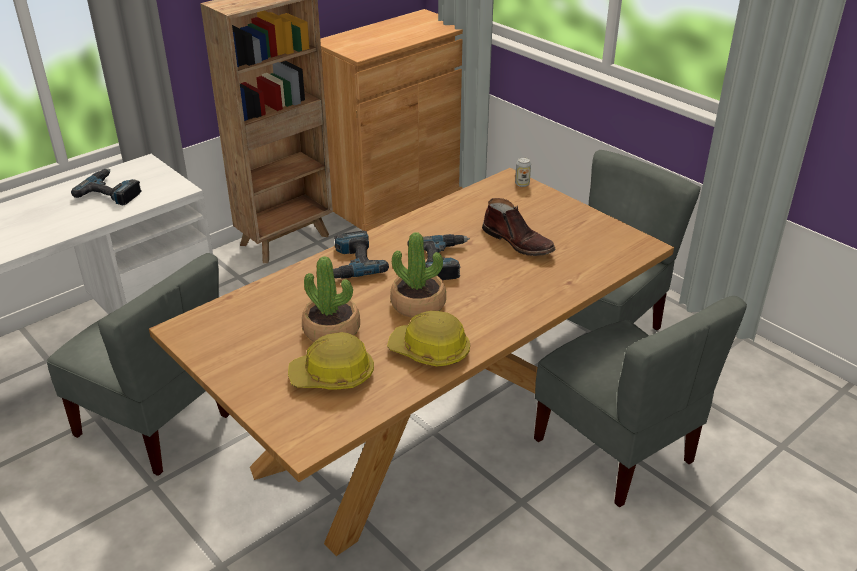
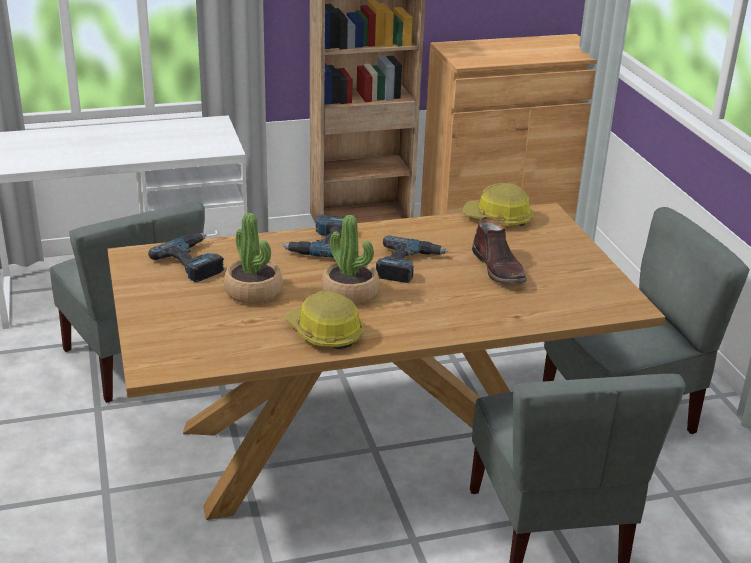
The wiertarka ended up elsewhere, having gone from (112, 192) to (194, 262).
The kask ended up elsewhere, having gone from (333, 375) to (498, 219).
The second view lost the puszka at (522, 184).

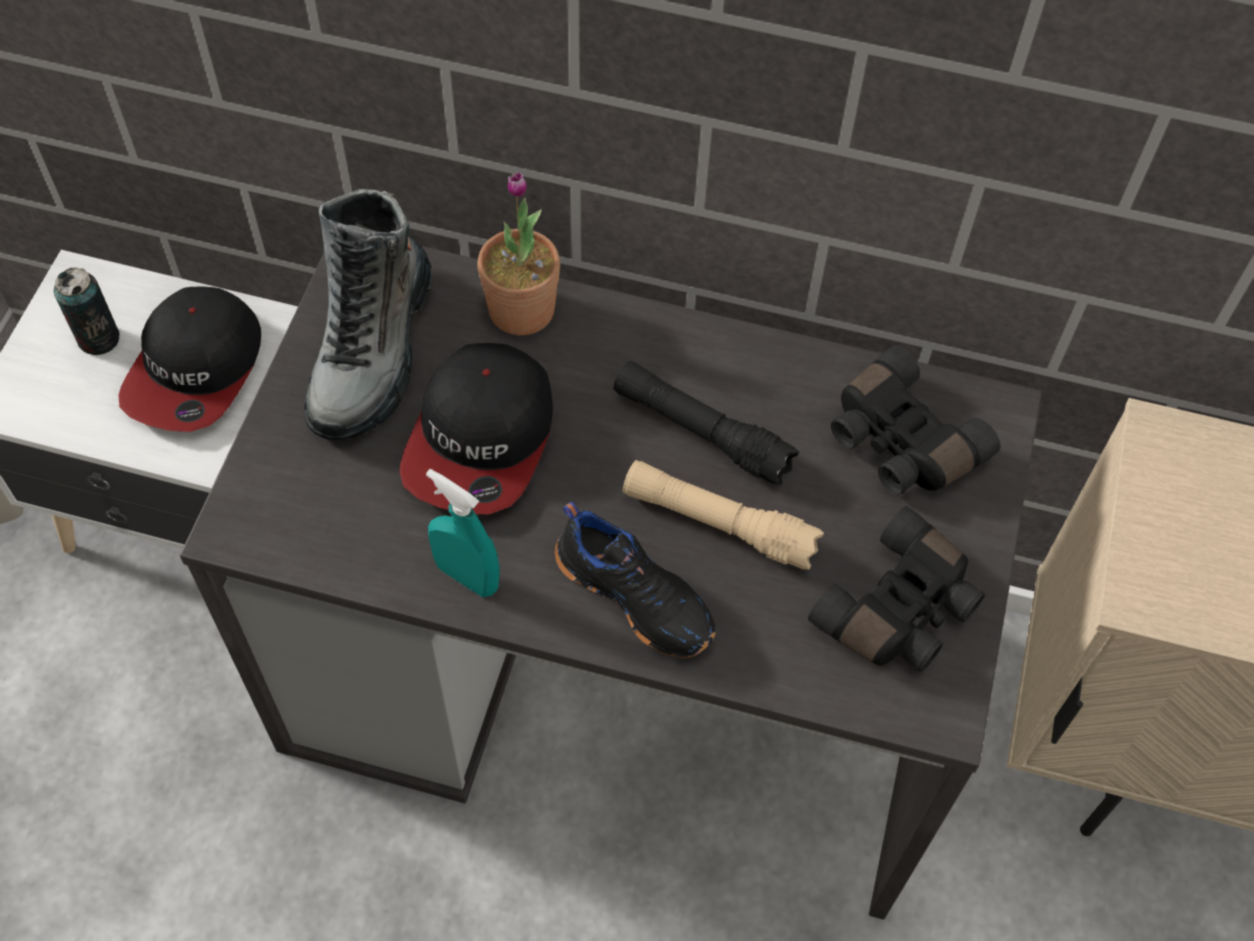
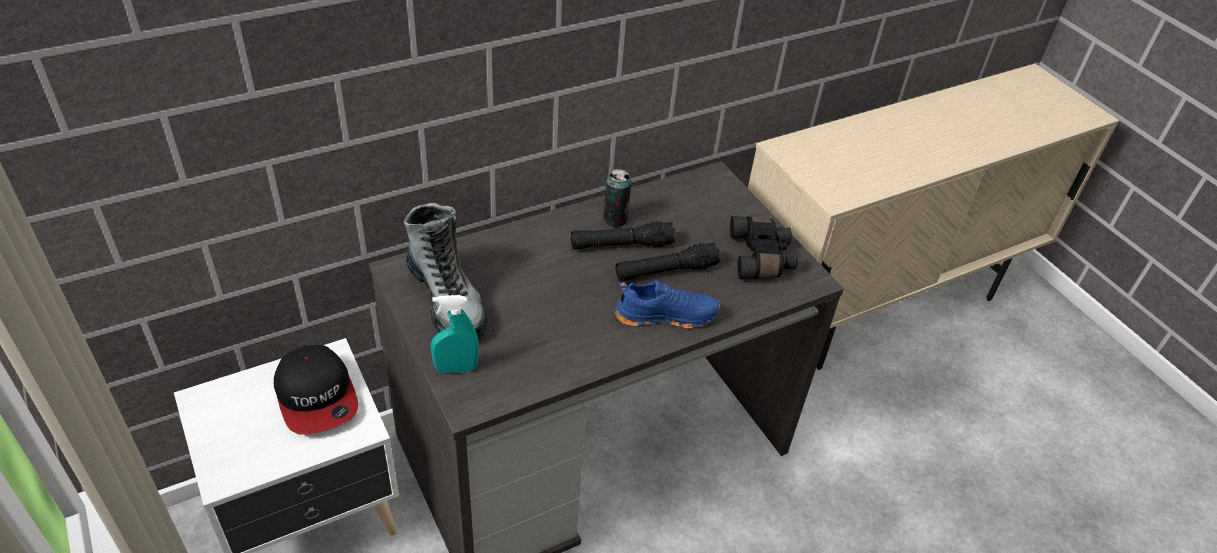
The puszka ended up elsewhere, having gone from (98, 338) to (615, 219).
The second view lost the czapka z daszkiem at (481, 439).
The spryskiwacz/turkusowy ended up elsewhere, having gone from (467, 576) to (456, 369).
The second view lost the roślina doniczkowa at (521, 310).
What was the but/czarny at (637, 594) turned into the but/niebieski at (665, 314).
What was the latarka/beżowy at (718, 524) turned into the latarka/czarny at (666, 271).
The second view lost the lornetka/czarny at (899, 442).

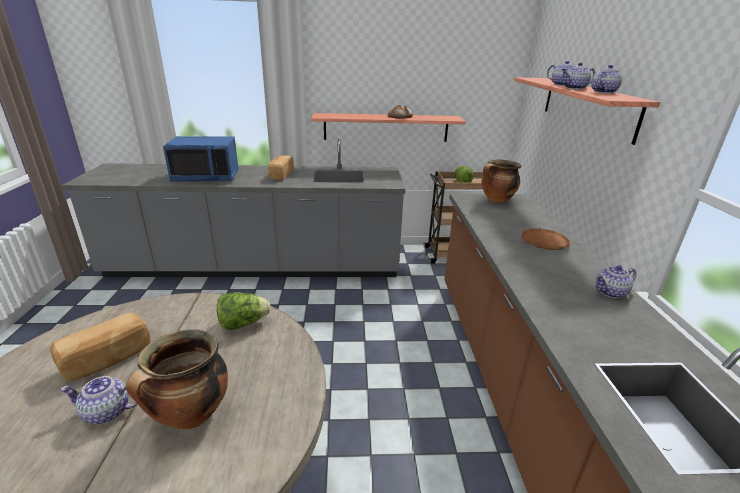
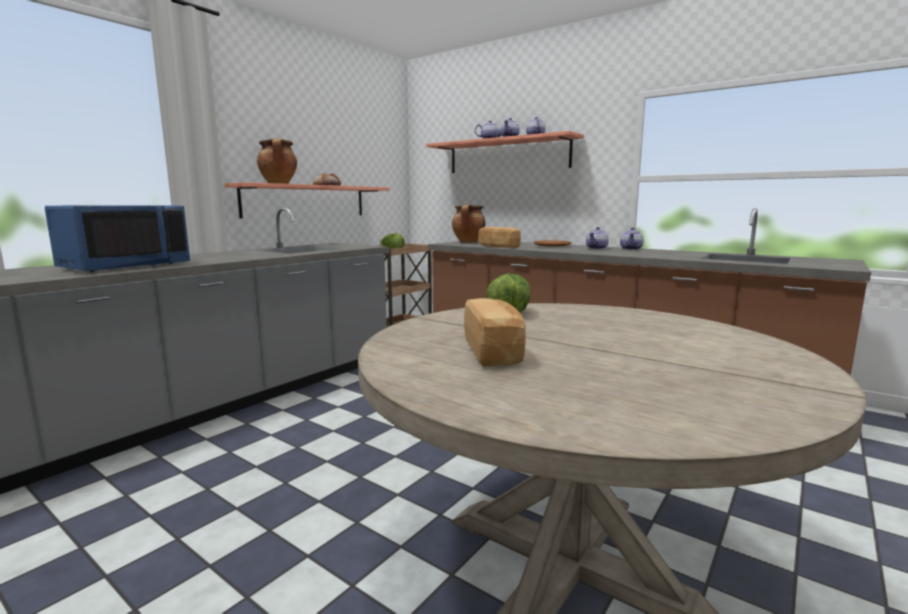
The imbryk ended up elsewhere, having gone from (107, 412) to (597, 248).
The garnek ended up elsewhere, having gone from (191, 416) to (279, 183).
The chleb ended up elsewhere, having gone from (280, 175) to (498, 247).

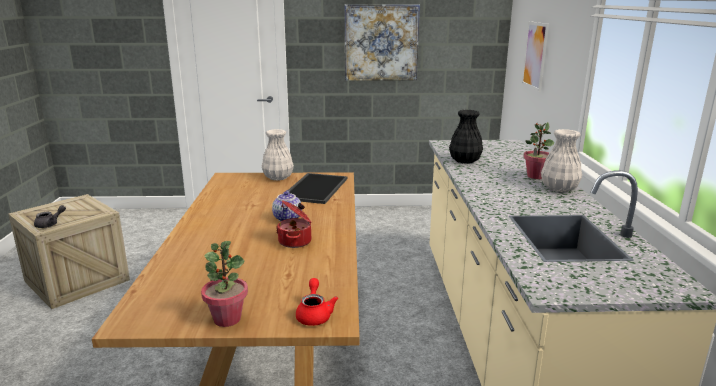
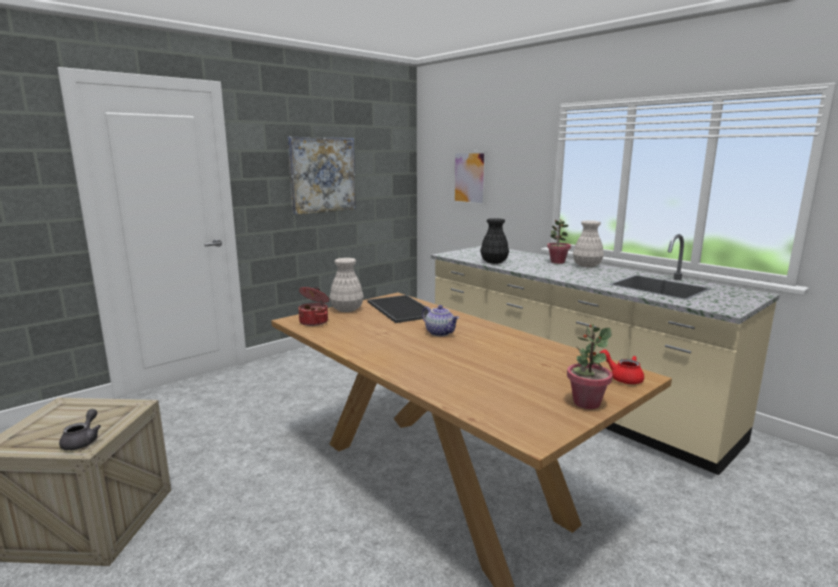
The garnek ended up elsewhere, having gone from (296, 241) to (314, 321).

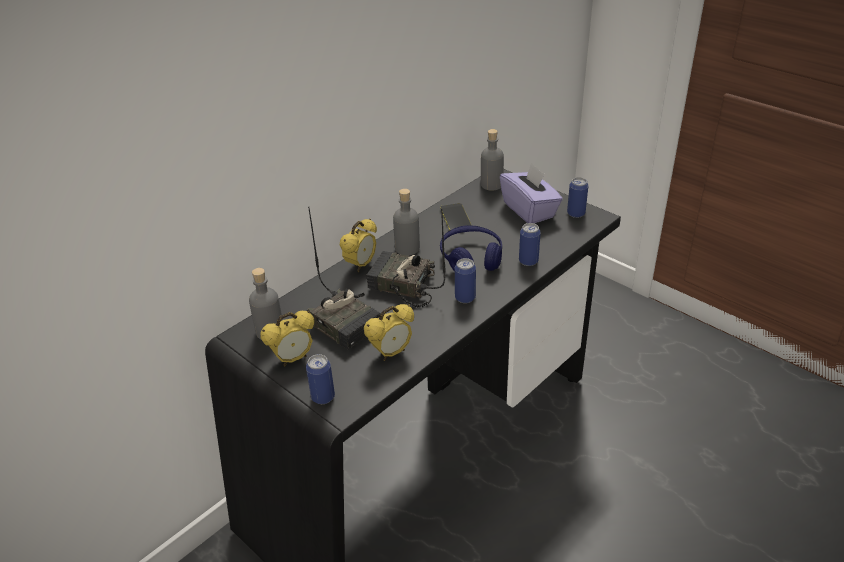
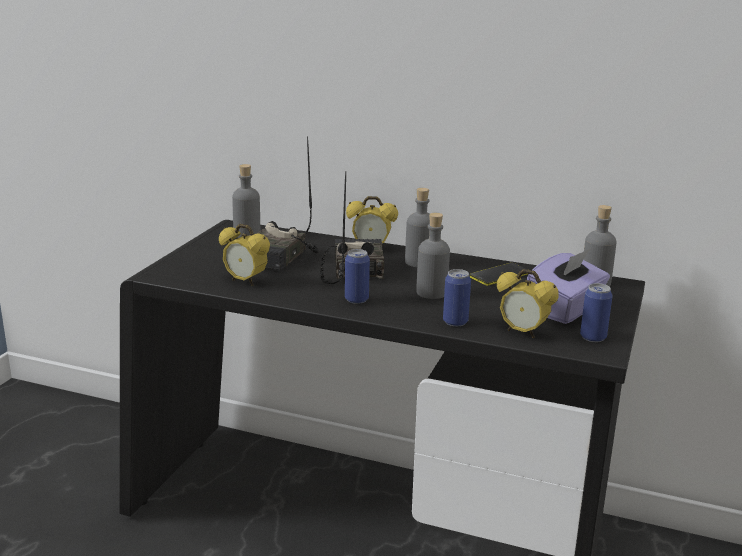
The budzik ended up elsewhere, having gone from (293, 359) to (523, 332).
The second view lost the puszka at (323, 397).
Where the słuchawki/niebieski stood at (471, 258), the butelka/szary came to stand at (431, 292).

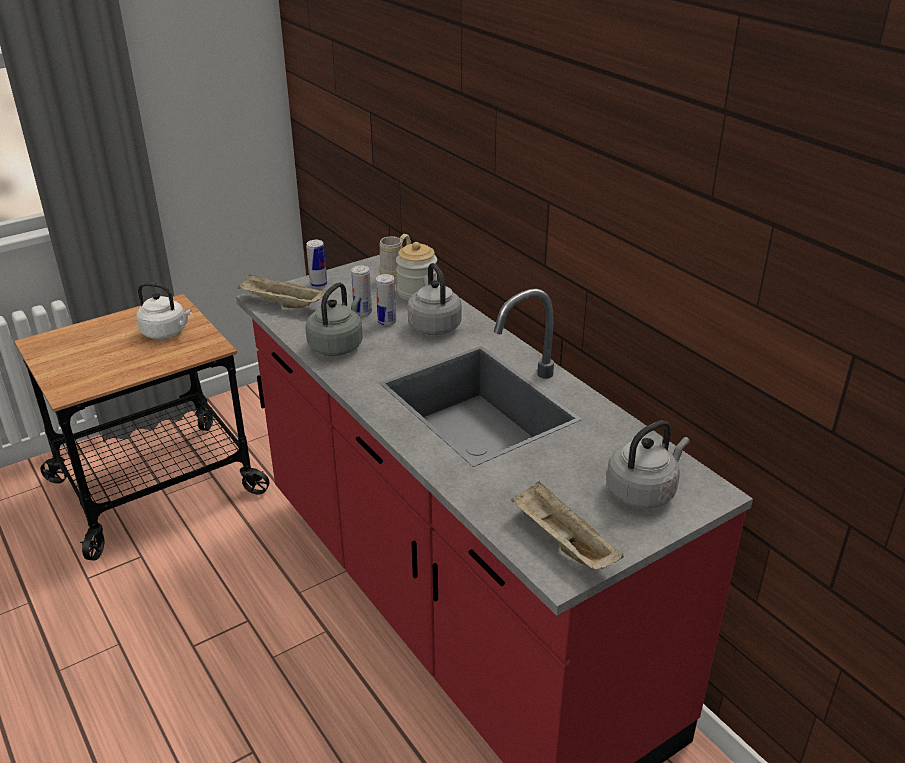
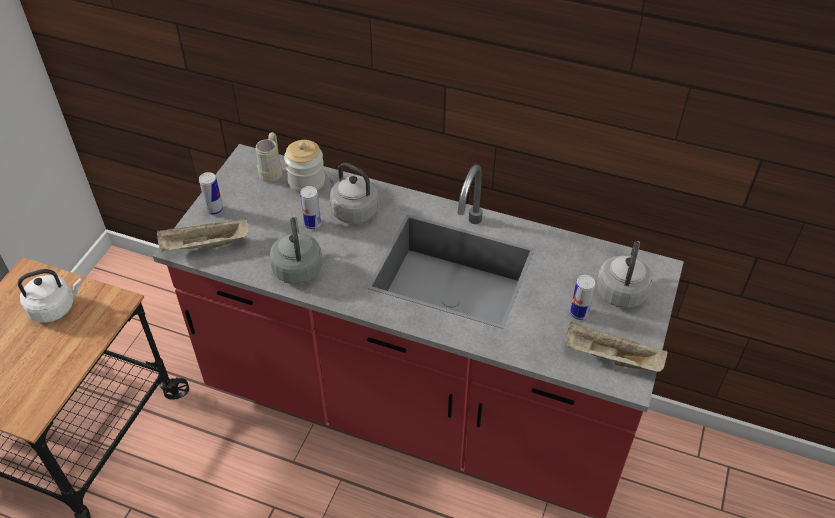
The puszka ended up elsewhere, having gone from (363, 312) to (579, 313).

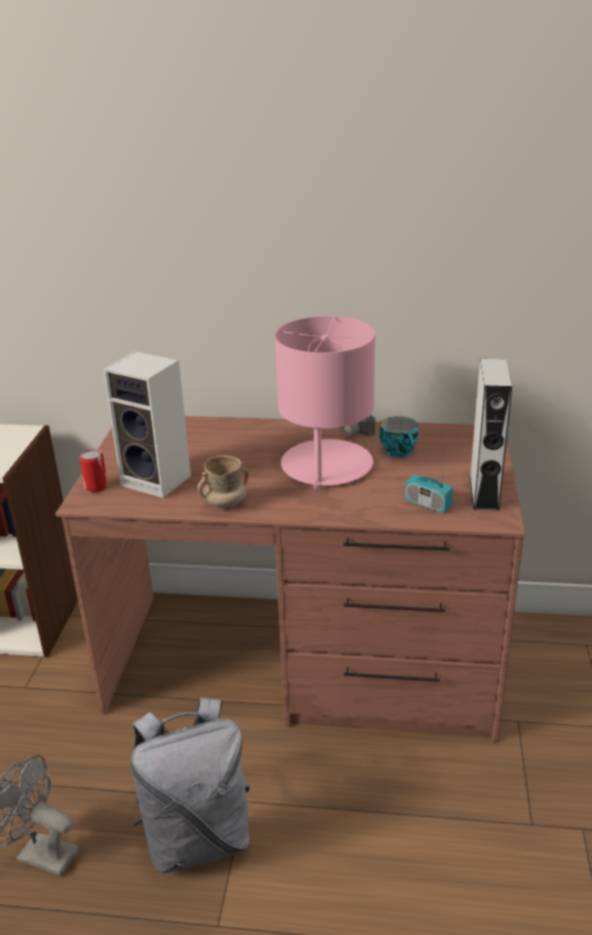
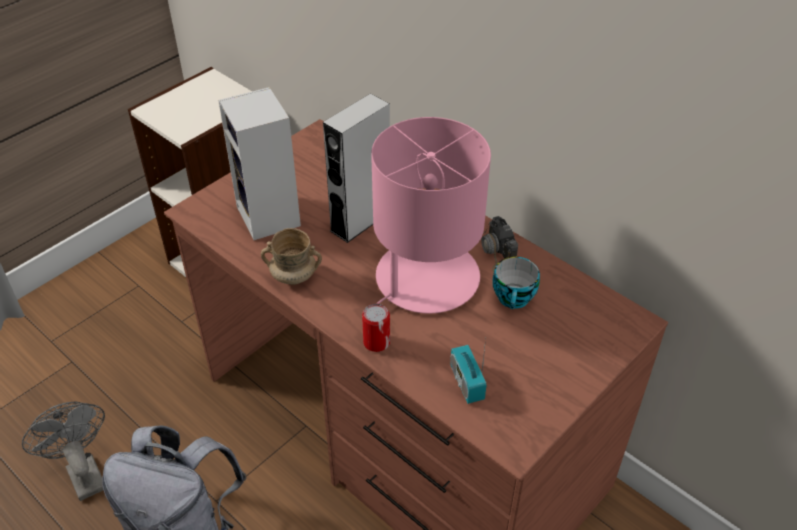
The puszka ended up elsewhere, having gone from (96, 487) to (376, 342).
The głośnik/szary ended up elsewhere, having gone from (484, 493) to (360, 221).

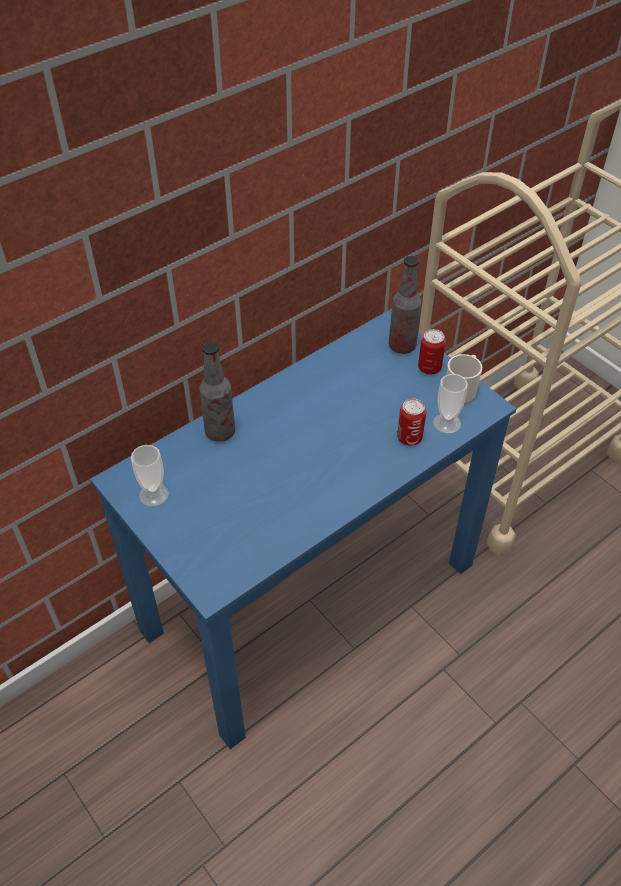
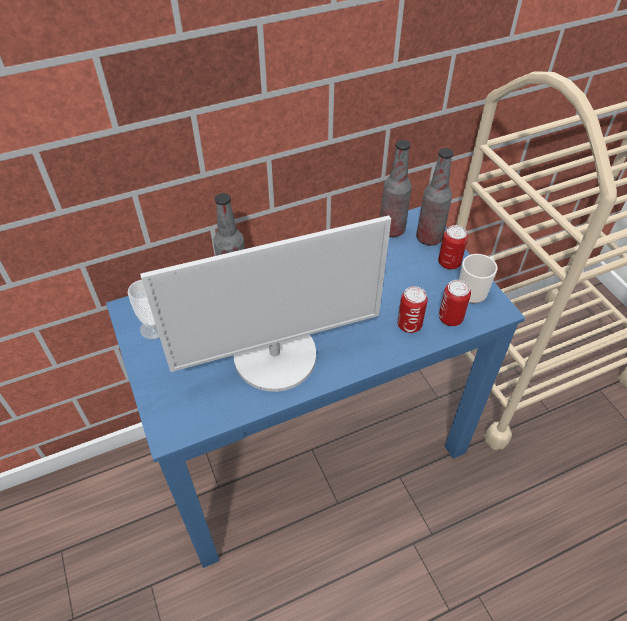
Where the filiżanka stood at (447, 423), the puszka came to stand at (450, 318).
The second view gained the monitor at (276, 356).
The second view gained the butelka at (391, 230).

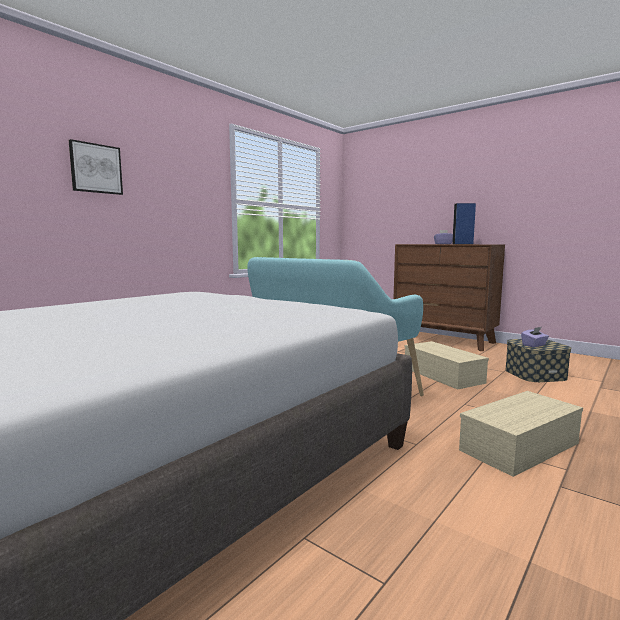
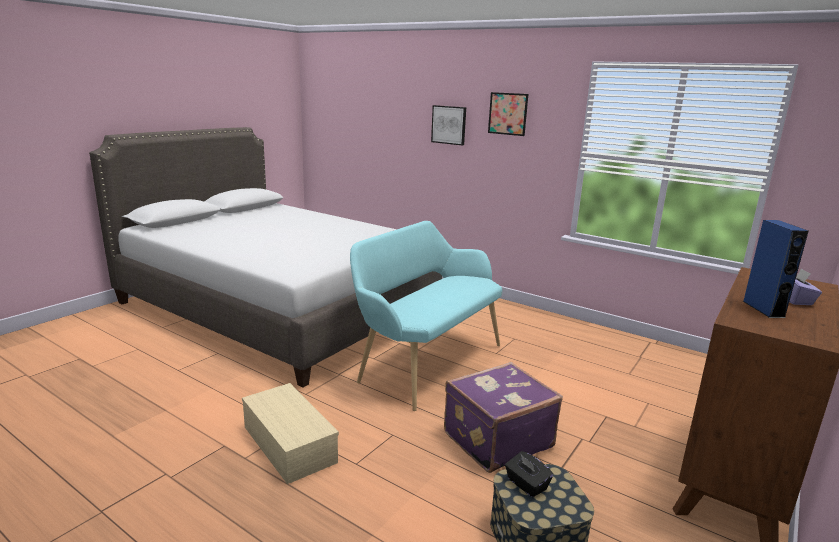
Where the pojemnik do przechowywania/beżowy stood at (444, 375), the walizka/fioletowy came to stand at (496, 439).
What was the pudełko chusteczek/fioletowy at (534, 345) turned into the pudełko chusteczek/czarny at (526, 484).
The second view gained the obraz at (508, 114).

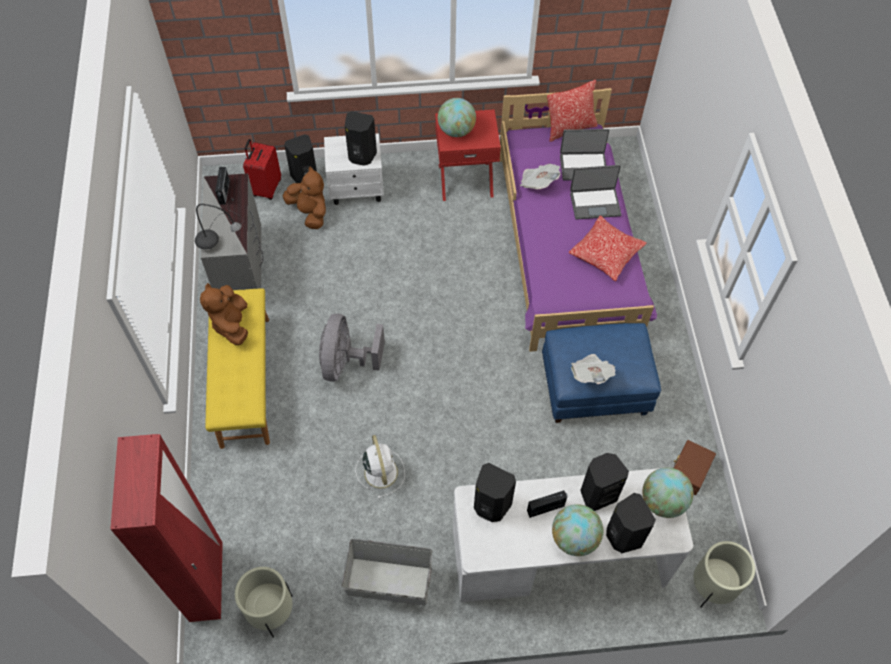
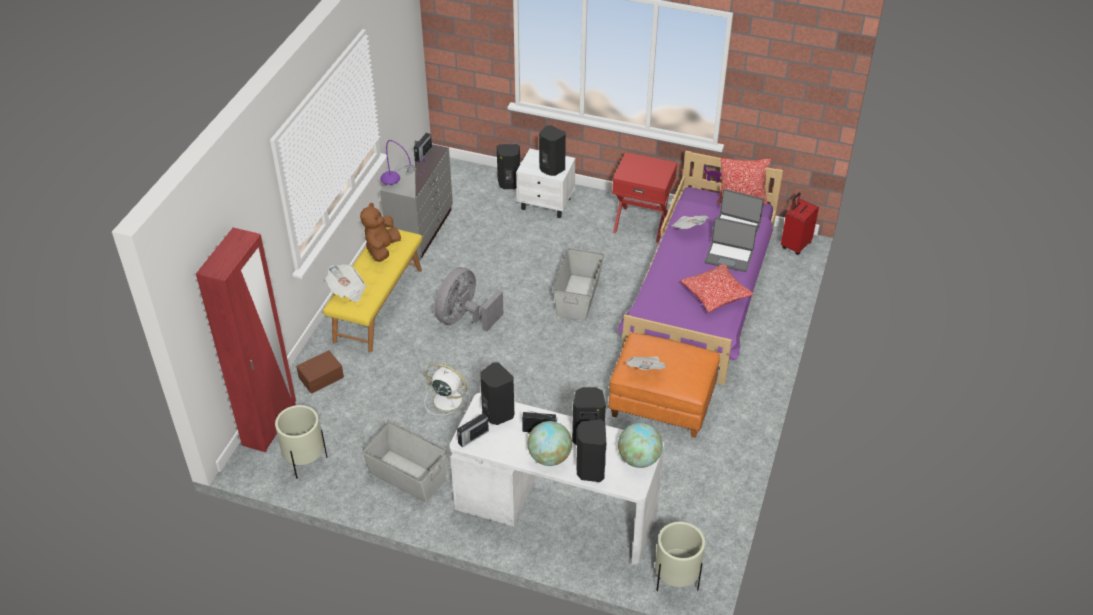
What was the lampa stołowa/szary at (221, 237) turned into the lampa stołowa/fioletowy at (402, 182).
The walizka/czerwony ended up elsewhere, having gone from (266, 188) to (795, 245).
The second view lost the pluszak/brązowy at (310, 212).
The wentylator/biały at (380, 471) ended up facing another way, 75 degrees counterclockwise from before.
The second view lost the globus at (456, 130).
What was the pufa/niebieski at (595, 387) turned into the pufa/pomarańczowy at (663, 403).
The pojemnik do przechowywania/brązowy ended up elsewhere, having gone from (688, 470) to (320, 376).
The second view gained the gazeta at (347, 290).
The second view gained the radio at (472, 437).
The second view gained the pojemnik do przechowywania/szary at (578, 297).

